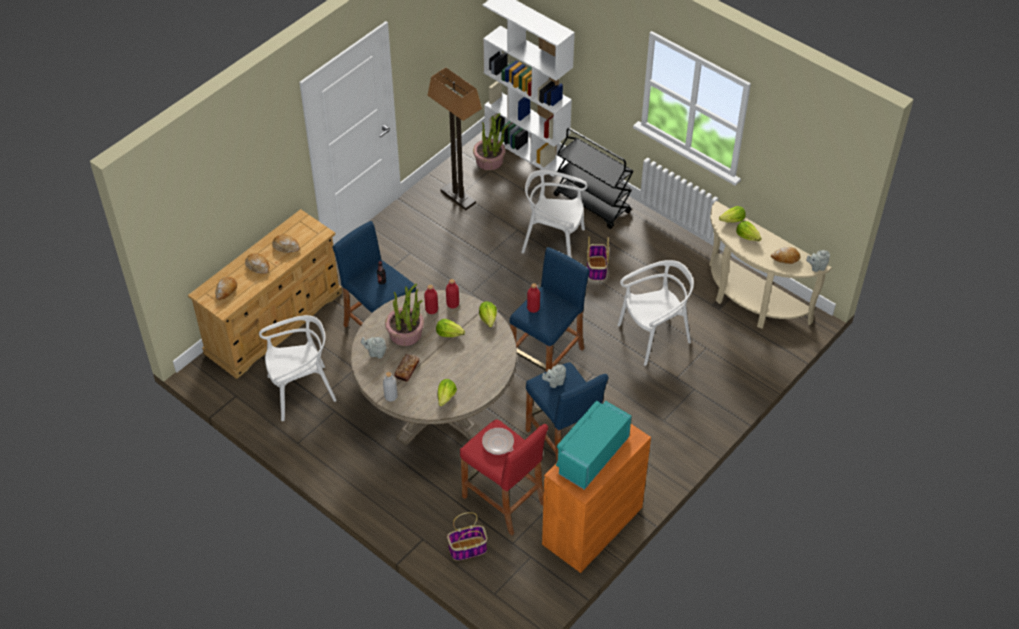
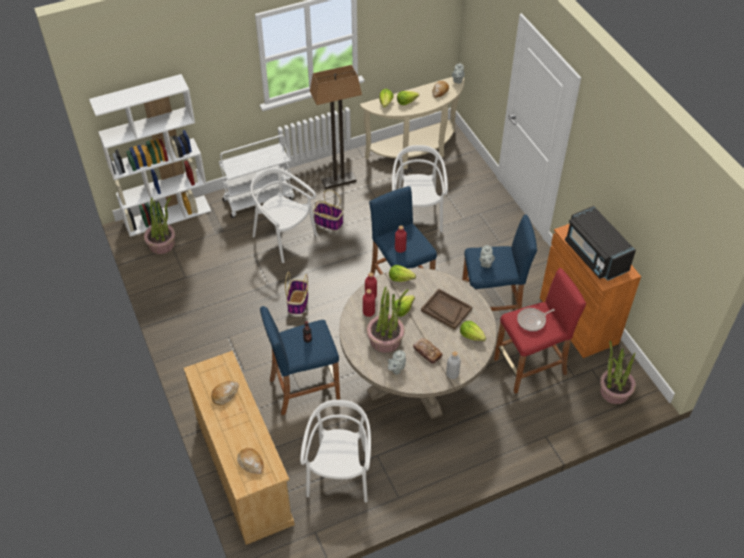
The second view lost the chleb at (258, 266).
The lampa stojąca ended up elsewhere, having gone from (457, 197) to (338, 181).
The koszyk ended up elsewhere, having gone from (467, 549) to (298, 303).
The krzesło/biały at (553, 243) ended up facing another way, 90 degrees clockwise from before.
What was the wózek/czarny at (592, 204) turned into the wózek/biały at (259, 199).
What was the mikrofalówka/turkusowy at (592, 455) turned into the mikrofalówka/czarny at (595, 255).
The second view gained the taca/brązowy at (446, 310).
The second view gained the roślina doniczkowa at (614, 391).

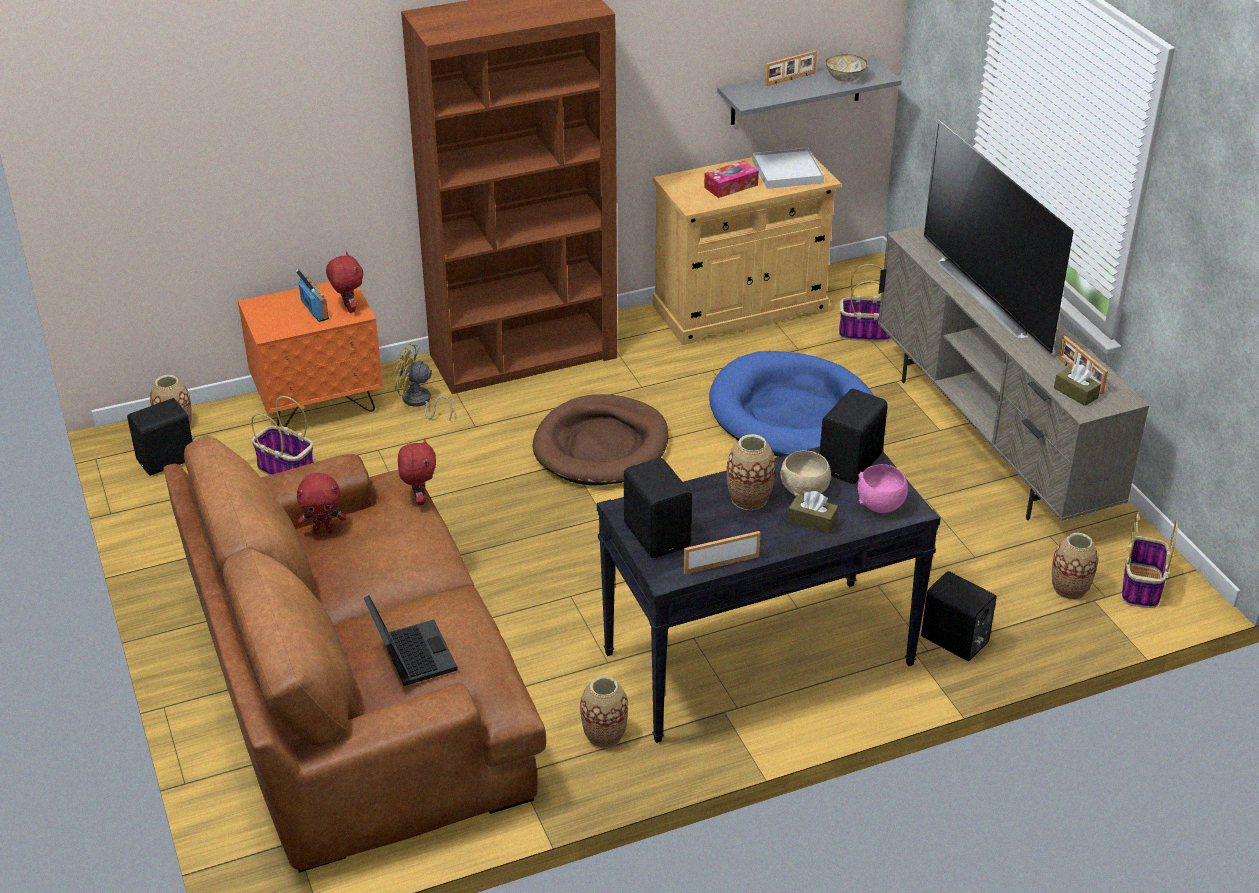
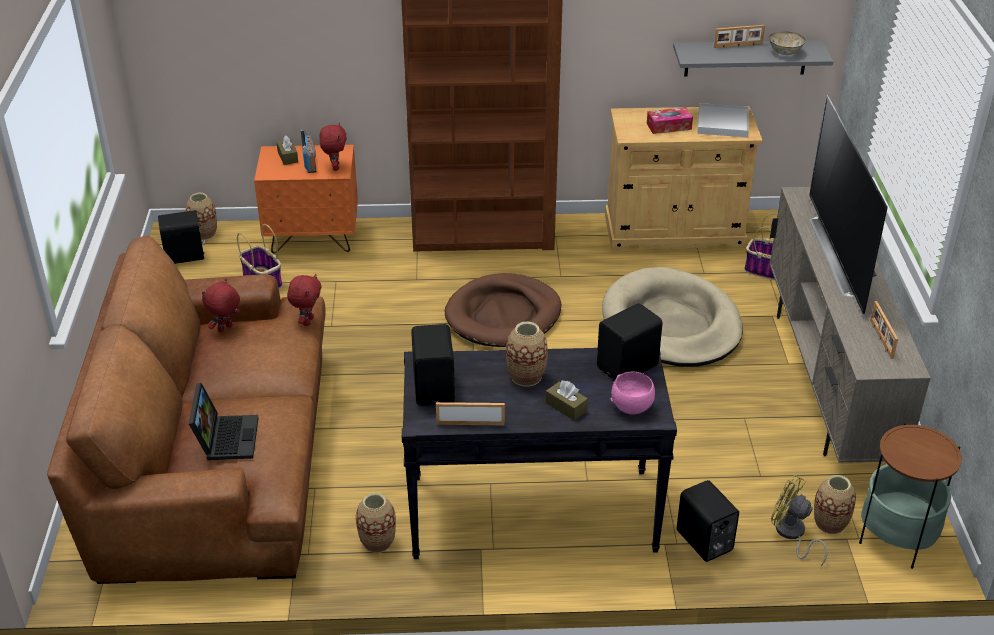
The pluszak/czerwony at (323, 531) ended up facing another way, 120 degrees clockwise from before.
The wentylator/żółty ended up elsewhere, having gone from (419, 402) to (791, 534).
What was the legowisko/niebieski at (794, 414) turned into the legowisko/beżowy at (671, 324).
The second view lost the miska/beżowy at (805, 490).
The pudełko chusteczek/brązowy ended up elsewhere, having gone from (1075, 393) to (287, 157).
Where the koszyk stood at (1141, 587), the stolik came to stand at (896, 539).

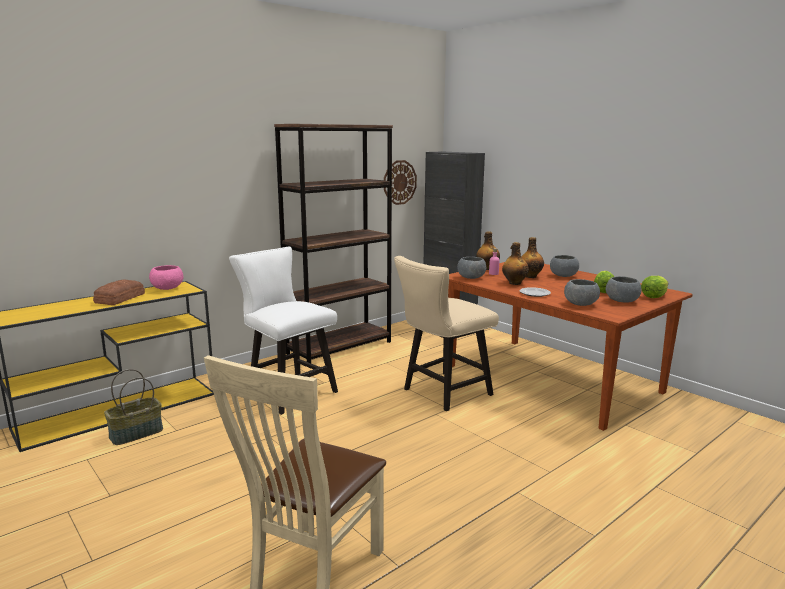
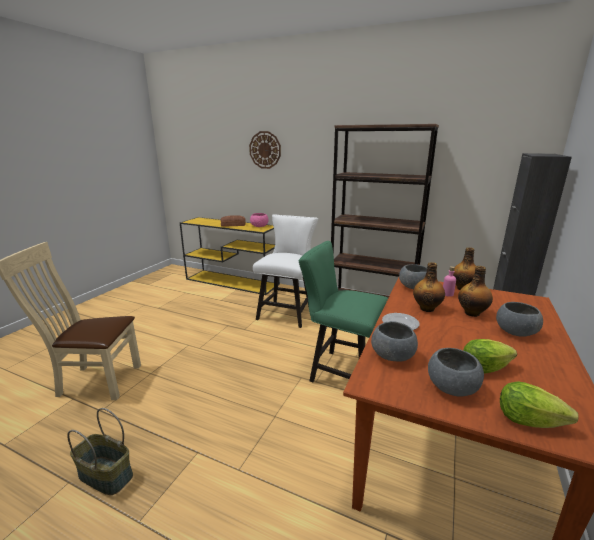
The koszyk ended up elsewhere, having gone from (136, 434) to (104, 476).
The zegar ścienny ended up elsewhere, having gone from (399, 182) to (265, 150).
What was the krzesło/beżowy at (442, 393) turned into the krzesło/zielony at (340, 371).

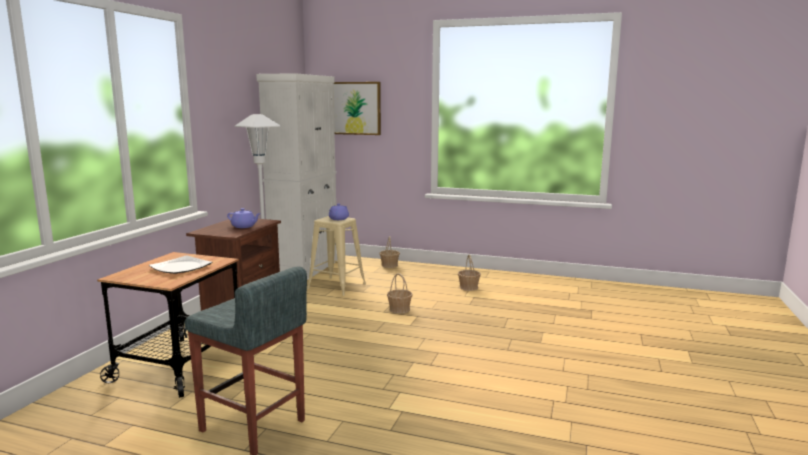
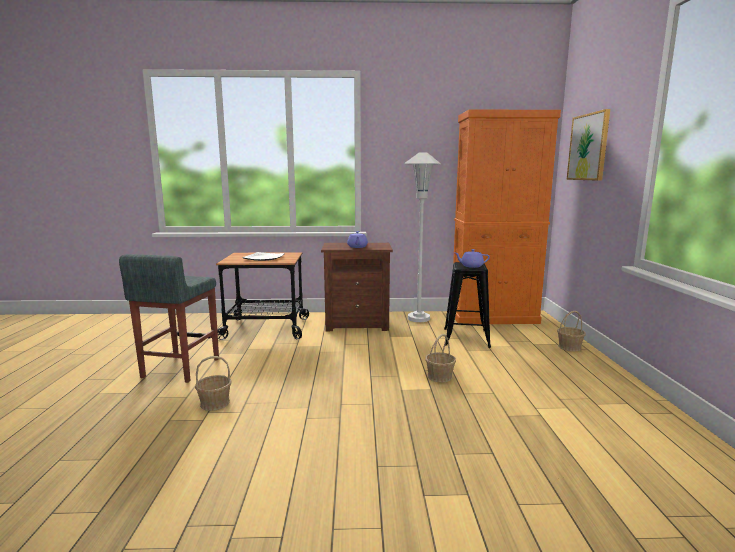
What was the szafka/biały at (305, 268) turned into the szafka/pomarańczowy at (493, 317).
What was the stołek/beżowy at (336, 286) turned into the stołek/czarny at (466, 338).
The koszyk ended up elsewhere, having gone from (468, 287) to (214, 403).

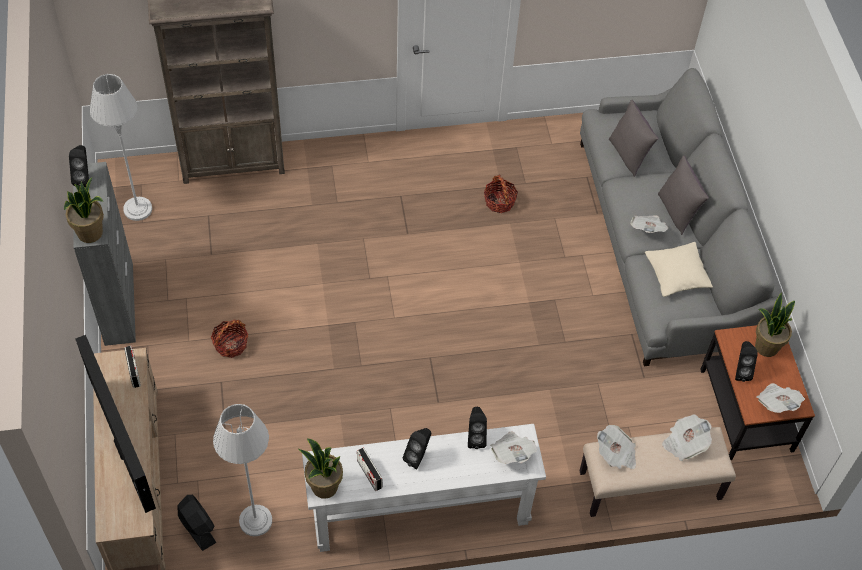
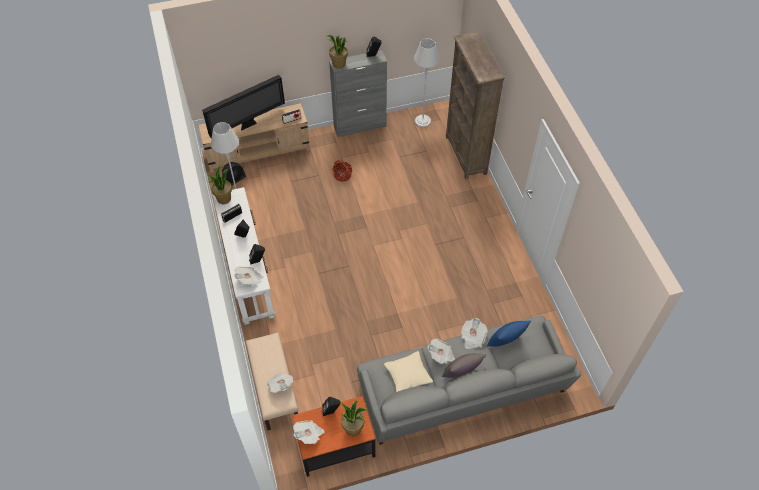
The second view lost the koszyk at (499, 202).
The gazeta ended up elsewhere, having gone from (616, 454) to (472, 337).
What was the poduszka/szary at (628, 155) turned into the poduszka/niebieski at (506, 342).

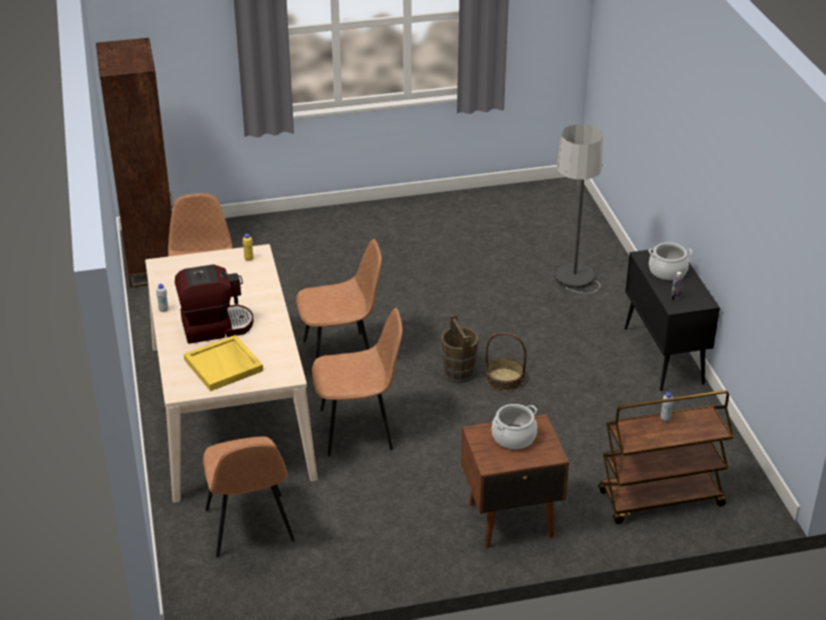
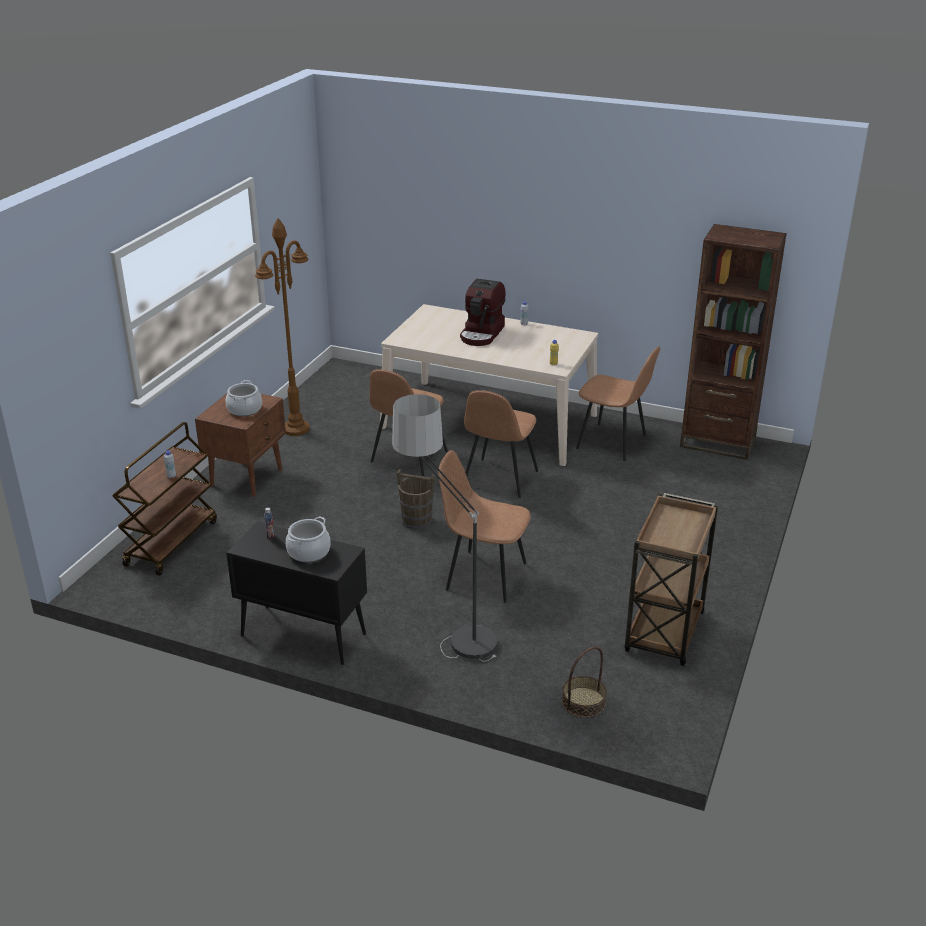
The second view lost the taca/żółty at (224, 365).
The krzesło/brązowy ended up elsewhere, having gone from (249, 527) to (484, 575).
The koszyk ended up elsewhere, having gone from (504, 379) to (583, 702).
The second view gained the lampa stojąca/brązowy at (296, 429).
The second view gained the wózek/brązowy at (664, 633).

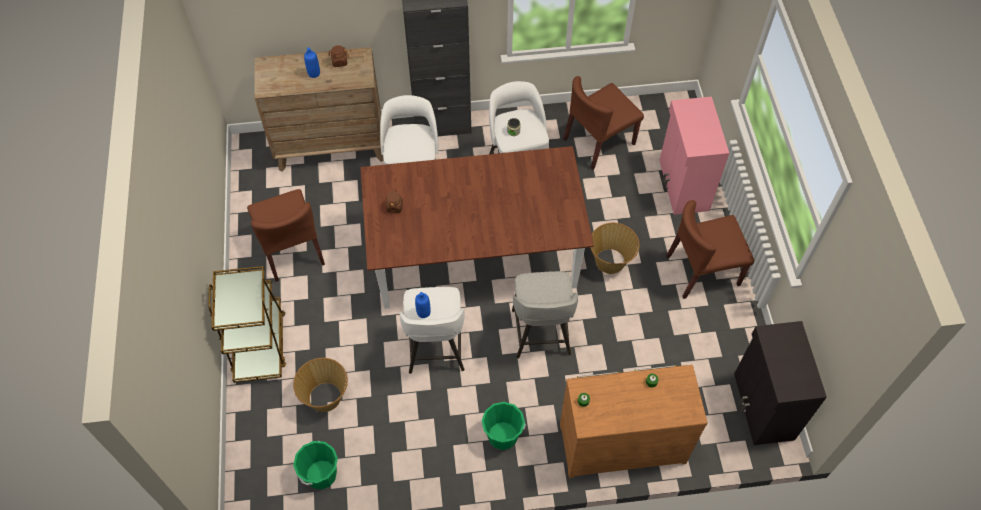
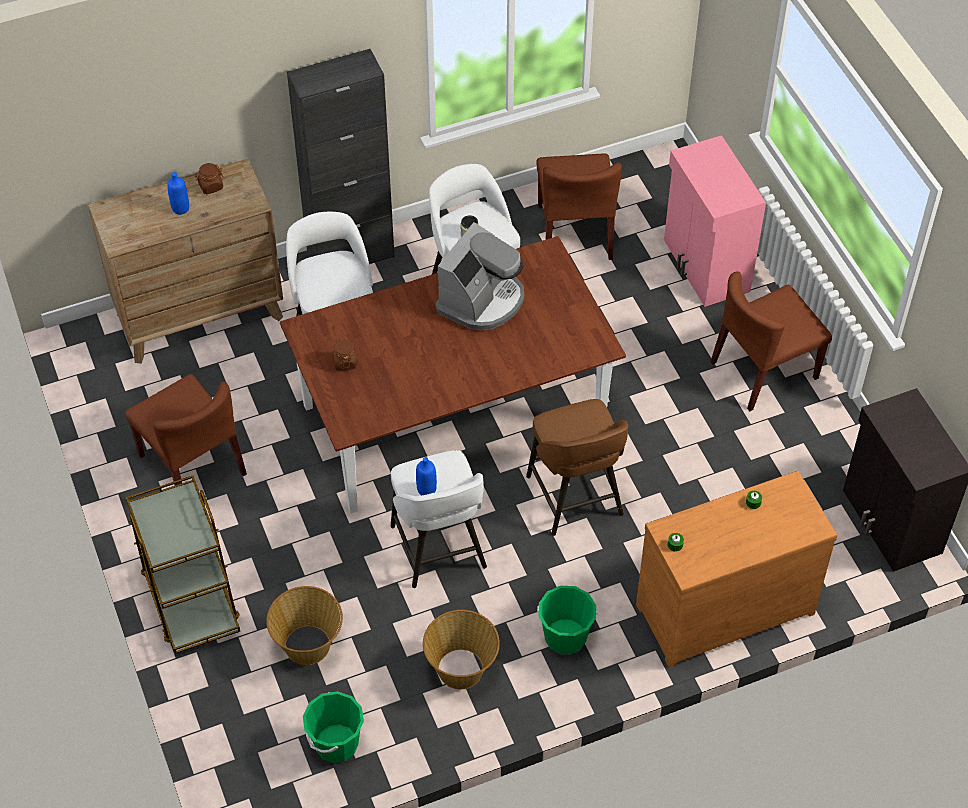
What was the stołek/szary at (541, 334) turned into the stołek/brązowy at (575, 498).
The krzesło/brązowy at (598, 142) ended up facing another way, 45 degrees counterclockwise from before.
The koszyk ended up elsewhere, having gone from (610, 261) to (461, 669).
The second view gained the ekspres do kawy at (482, 300).

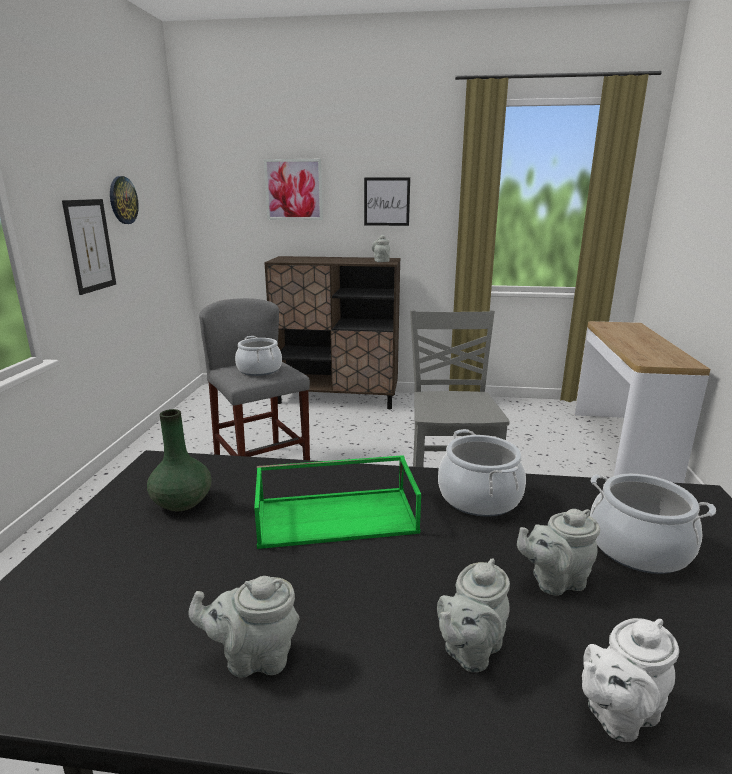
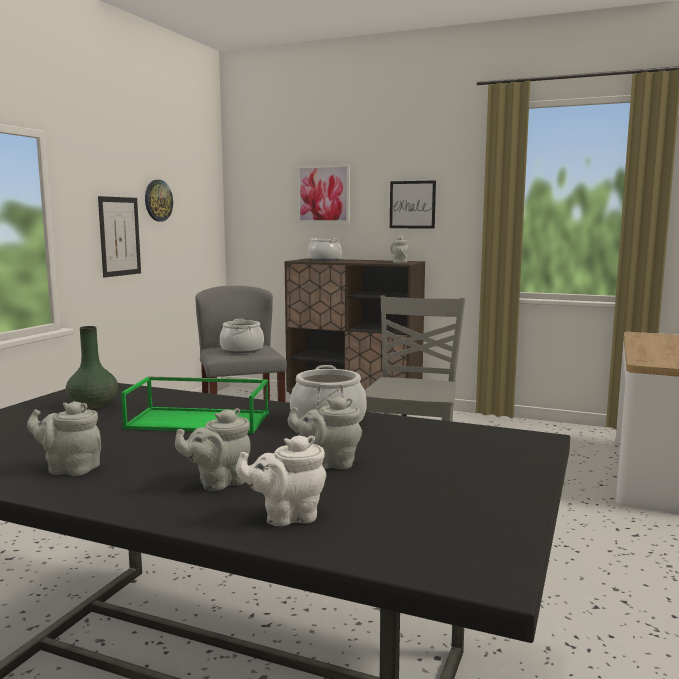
The garnek ended up elsewhere, having gone from (638, 547) to (324, 260).

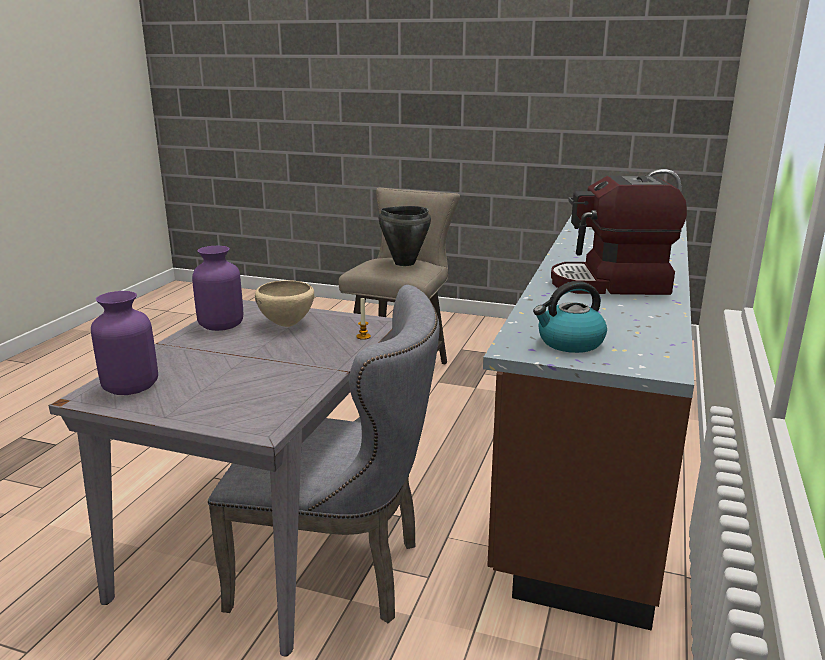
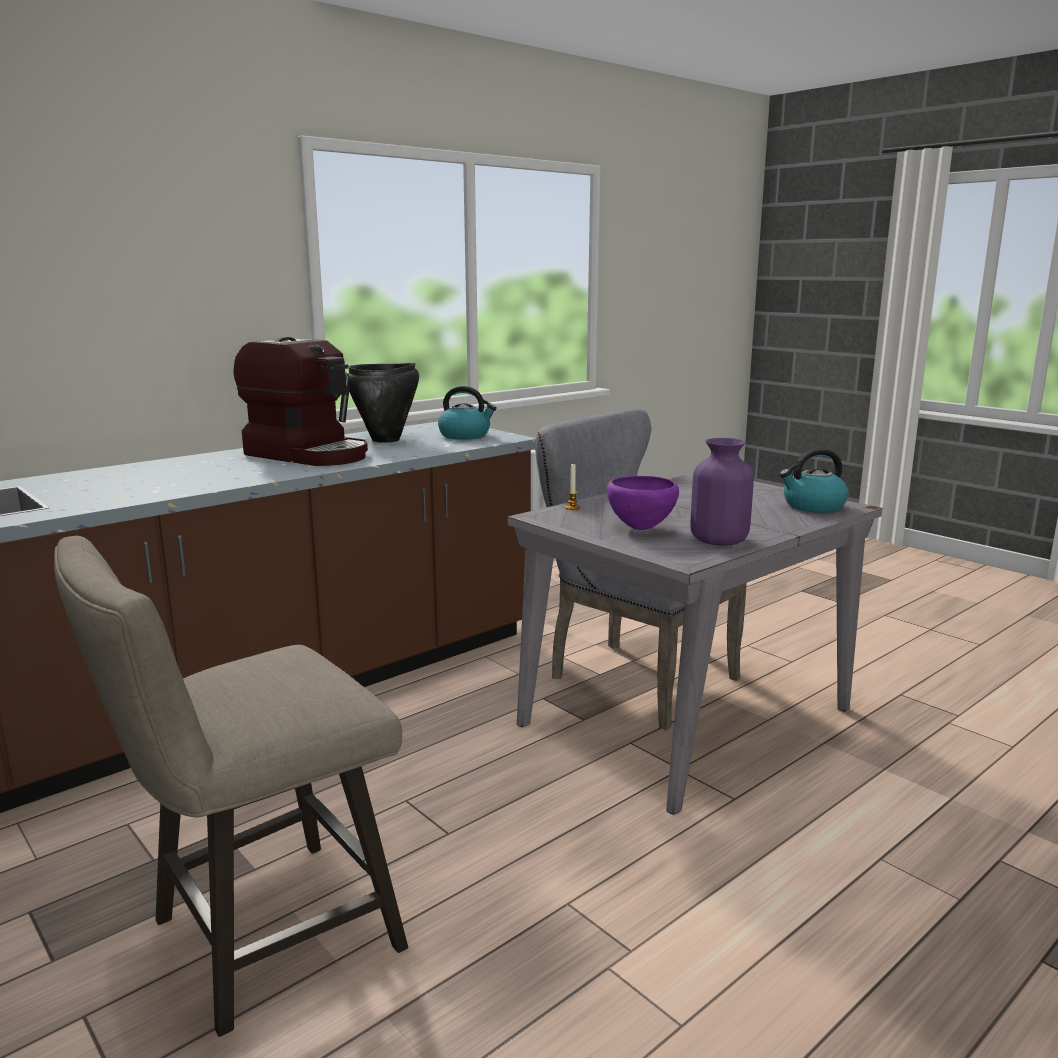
Where the wazon/fioletowy stood at (130, 387), the czajnik came to stand at (813, 506).
What was the miska/beżowy at (287, 325) turned into the miska/fioletowy at (640, 529).
The garnek/czarny ended up elsewhere, having gone from (404, 263) to (386, 440).

